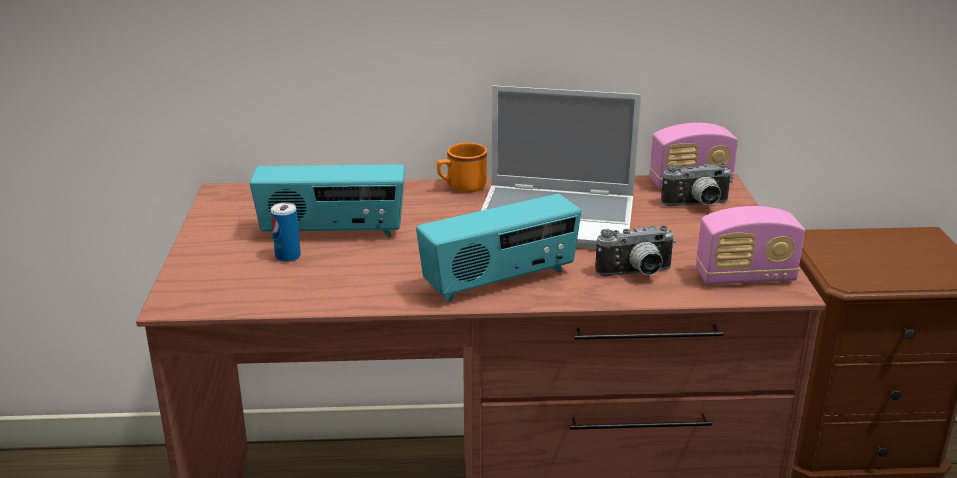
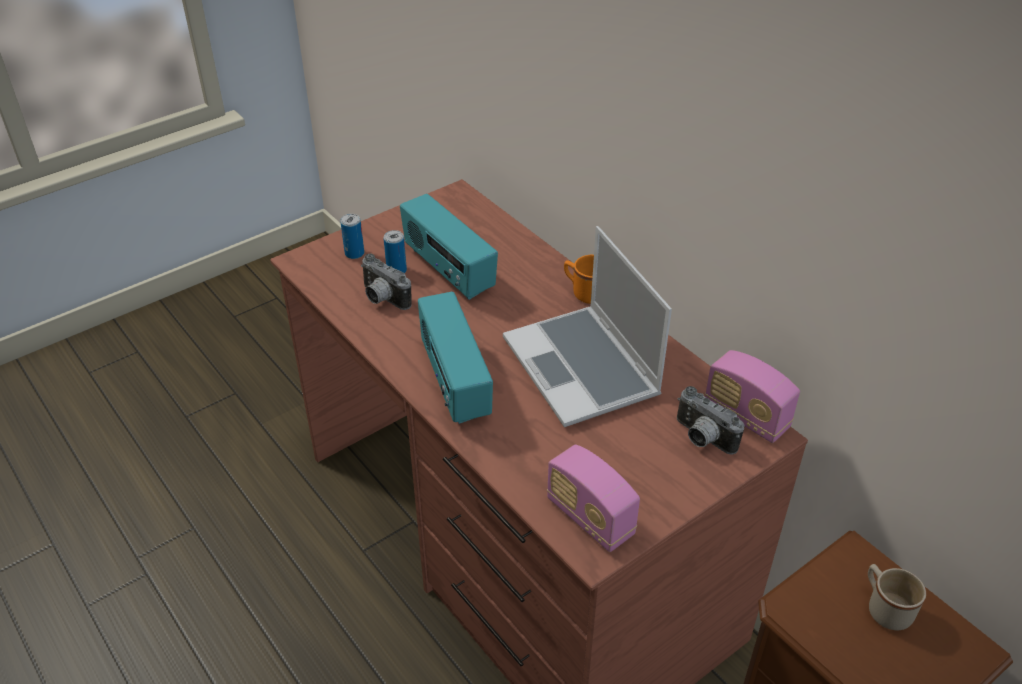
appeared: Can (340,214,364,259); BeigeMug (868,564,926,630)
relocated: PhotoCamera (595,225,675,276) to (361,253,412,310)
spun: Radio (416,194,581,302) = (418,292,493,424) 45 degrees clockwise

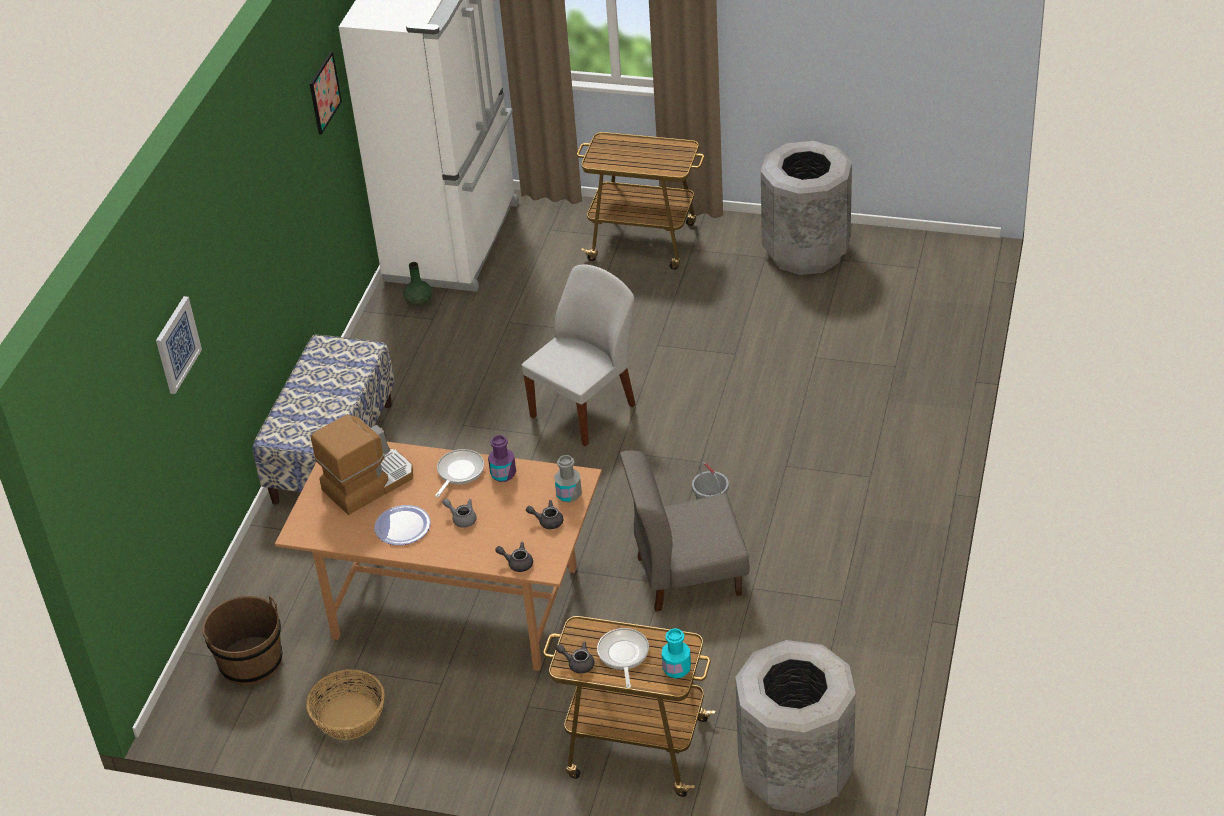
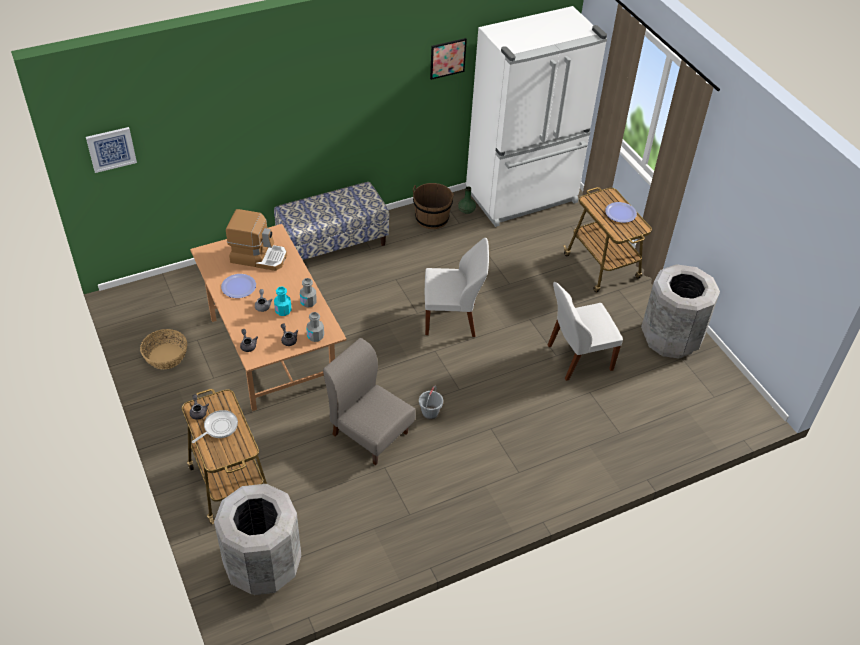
missing: FryingPan (435,449,484,497)
appeared: Plate (605,202,637,223); WhiteChair (548,282,623,381)
relocated: Picture (156,296,202,394) to (86,127,137,173); BrownBucket (201,595,282,686) to (413,183,454,229); TurquoiseBottle (661,628,691,679) to (274,287,292,316)
colour: PurpleBottle (488,435,516,482) to GreyBottle (300,278,317,308)

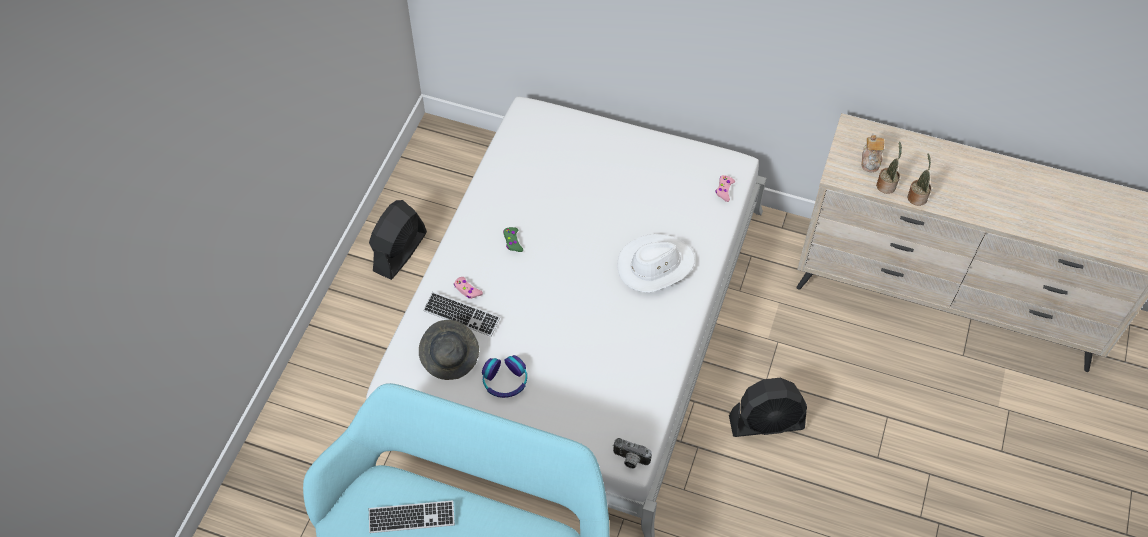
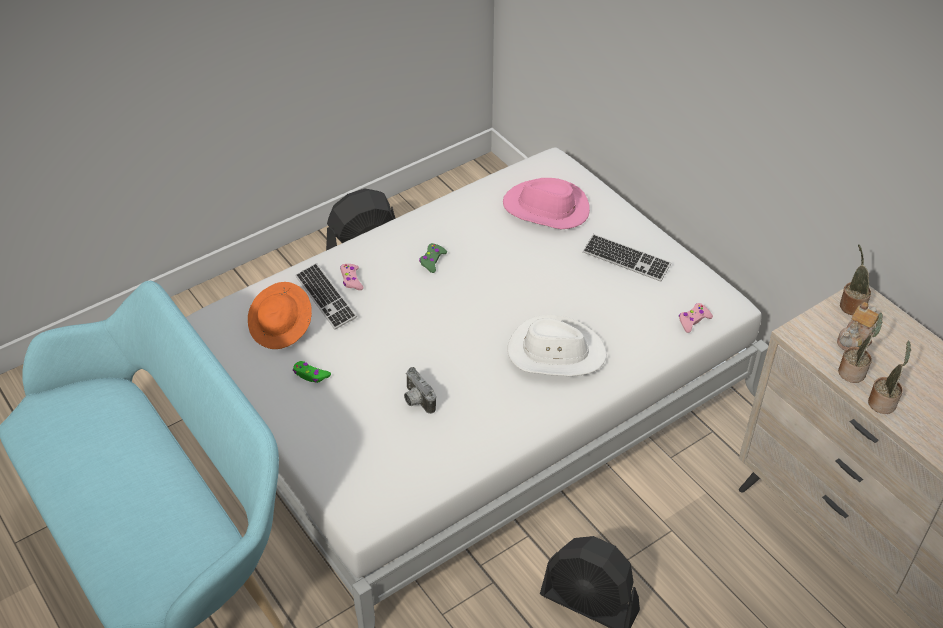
appeared: PinkHat (503,178,590,229); PottedPlant (840,244,871,315)
relocated: PhotoCamera (613,438,652,469) to (404,367,436,414); Keyboard (369,500,455,533) to (583,234,671,282)
exchanged: Headphones (482,355,527,398) to GreenGameController (293,361,331,383)
colour: GreyHat (419,320,479,380) to OrangeHat (248,282,312,349)

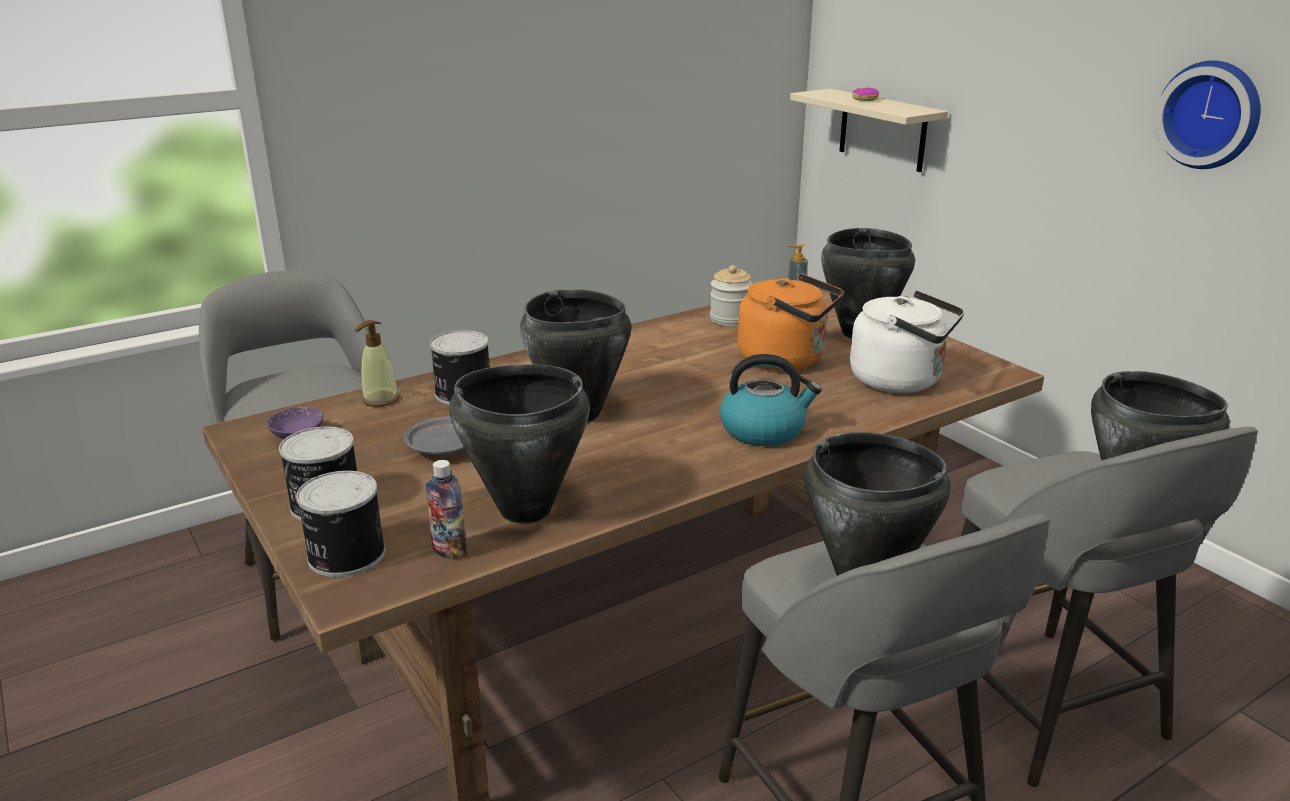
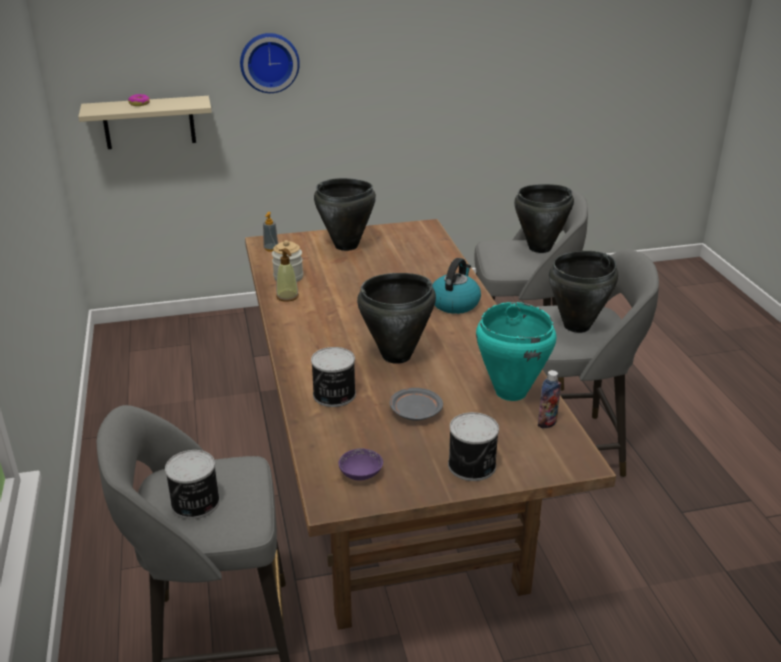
missing: OrangeKettle (738,273,844,371); WhiteKettle (850,290,964,393)
relocated: WallClock (1155,60,1261,169) to (240,33,300,93); SoapDispenser (355,320,399,407) to (276,248,299,302); Can (296,471,385,577) to (165,450,220,519)
colour: BlackCookingPot (449,364,590,523) to TurquoiseCookingPot (476,302,556,401)

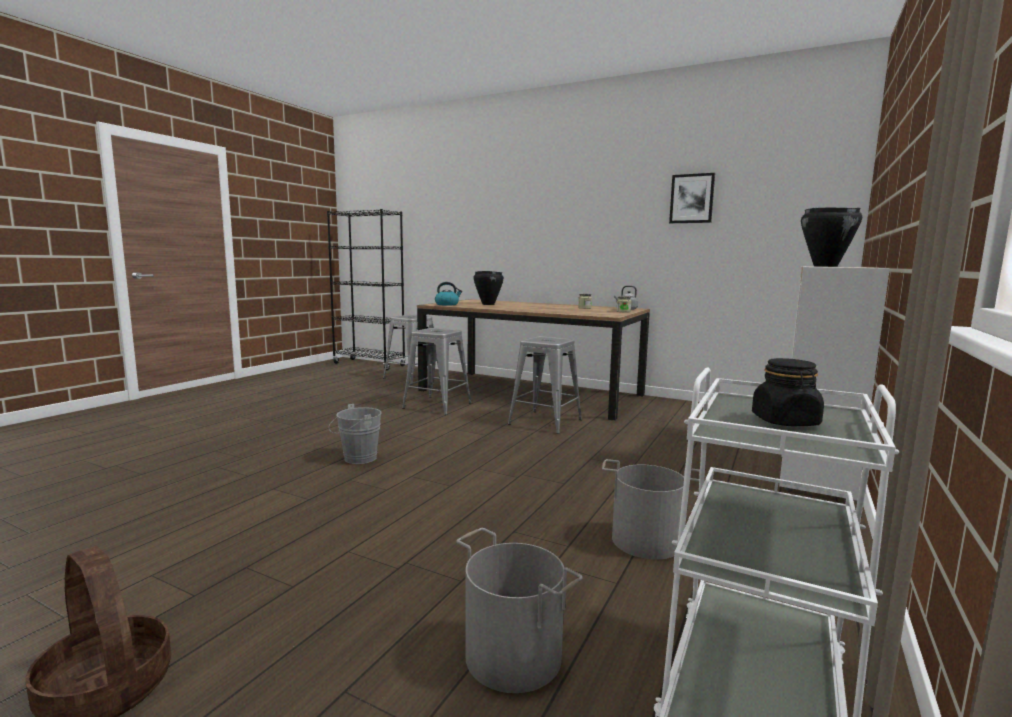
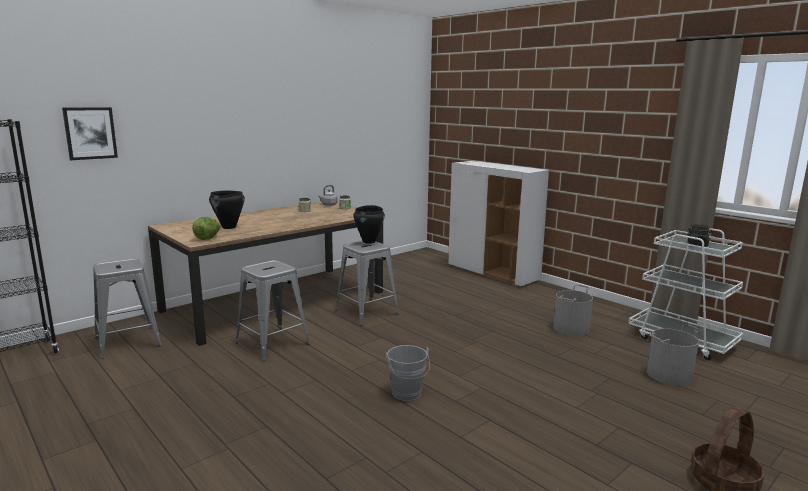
relocated: Picture (669,173,715,223) to (62,107,118,160); BlackCookingPot (801,208,862,267) to (353,205,385,244)
exchanged: Kettle (435,282,462,306) to Lettuce (192,217,220,240)

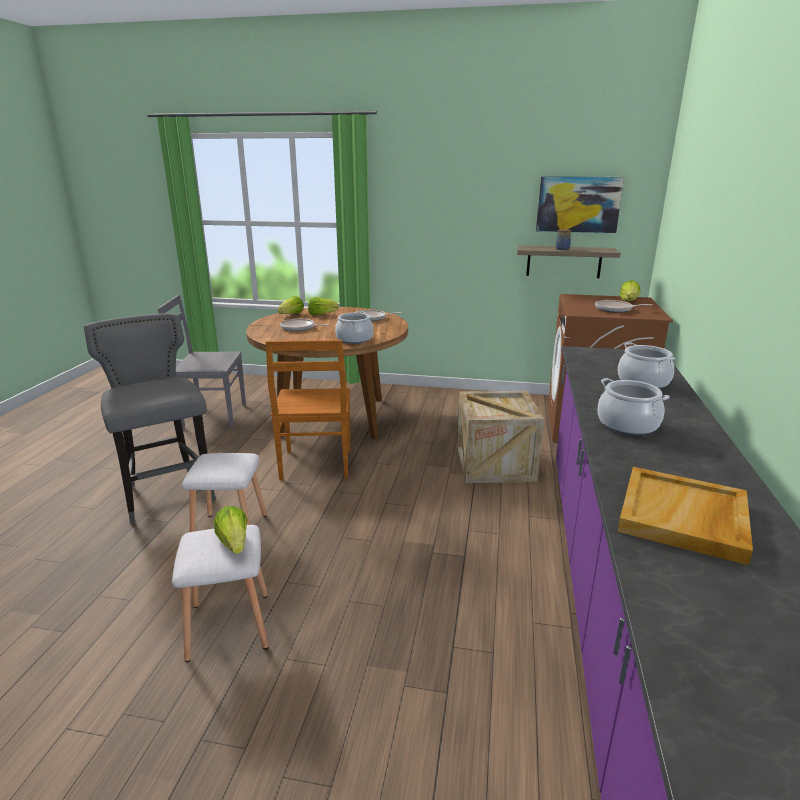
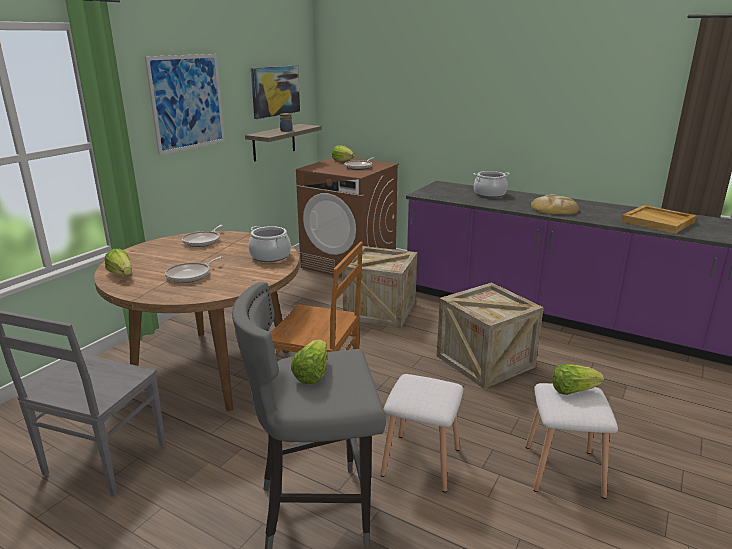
appeared: Picture (145,54,225,155); Crate (437,283,544,389)
relocated: Lettuce (308,297,339,315) to (291,339,327,384)
exchanged: CookingPot (597,378,670,435) to Bread (531,194,579,215)

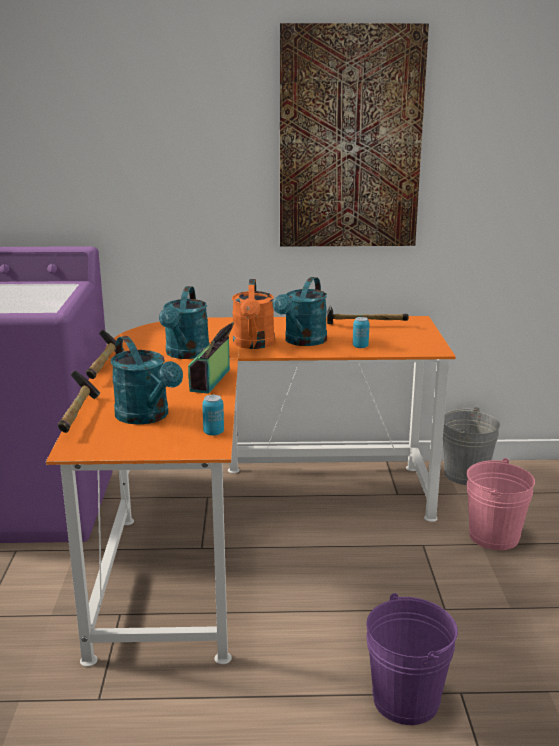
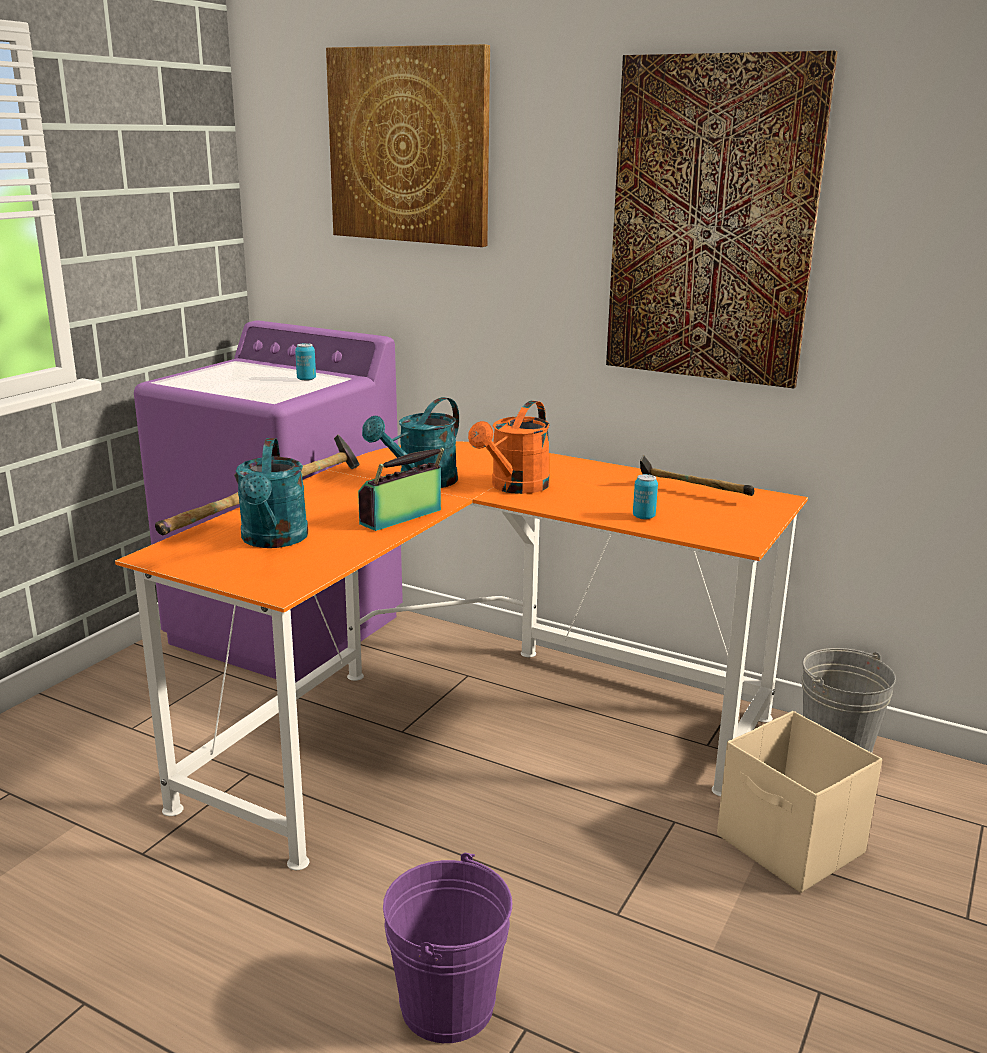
missing: TurquoiseWateringCan (273,277,327,346)
appeared: Picture (326,44,490,247)
relocated: Can (202,395,224,436) to (295,343,316,381)
exchanged: PinkBucket (466,458,535,550) to BeigeStorageBox (717,711,882,893)

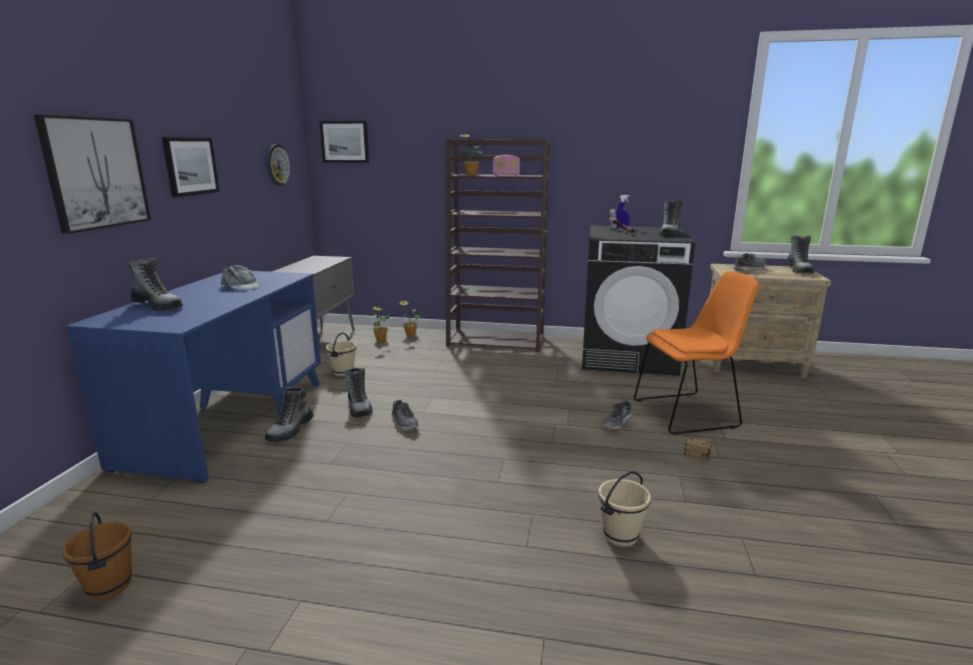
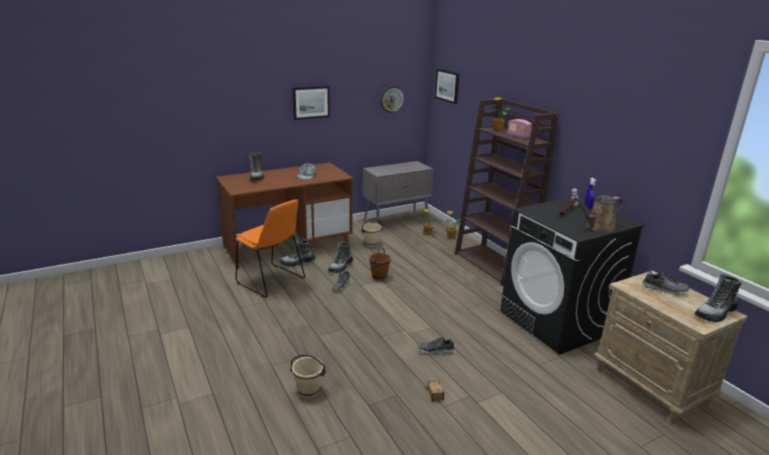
missing: Picture (34,115,151,234)
relocated: OrangeChair (634,272,759,435) to (236,199,305,297); BrownBucket (62,512,132,600) to (369,248,391,280)
exchanged: Boot (659,199,683,236) to BrownWateringCan (574,195,623,232)
colour: BlueDesk (65,271,321,483) to BrownDesk (216,163,354,268)

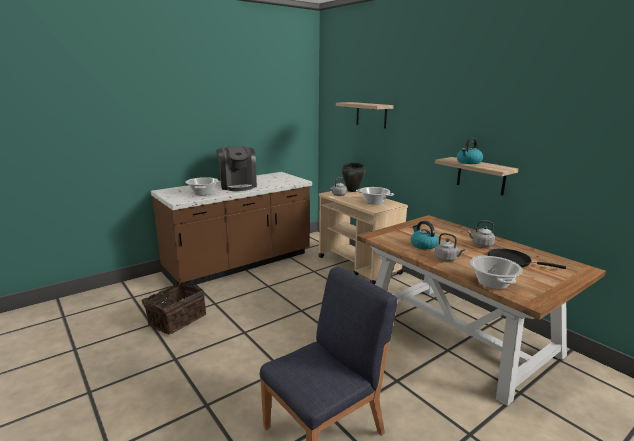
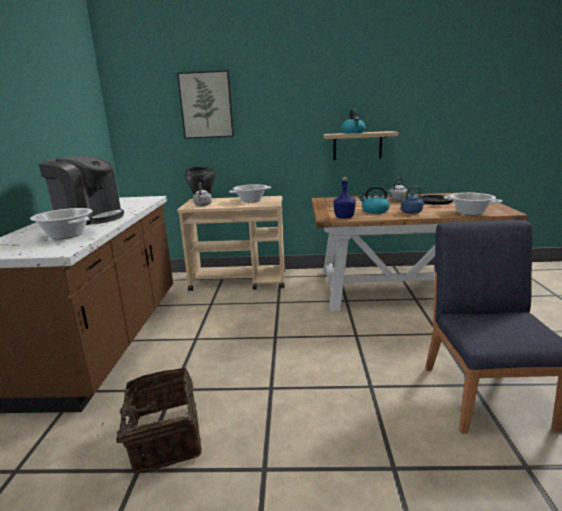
appeared: BlueBottle (334,177,356,219)
exchanged: Shelf (336,102,394,129) to Picture (177,70,234,139)
colour: GreyKettle (435,233,465,261) to BlueKettle (401,186,428,214)

